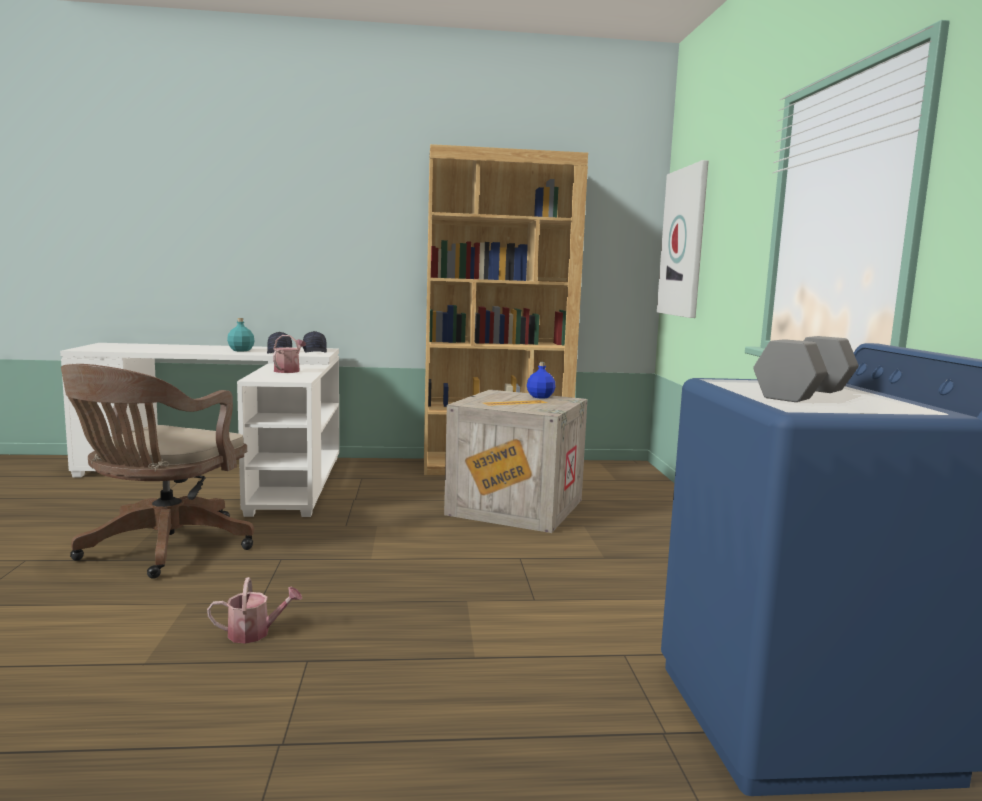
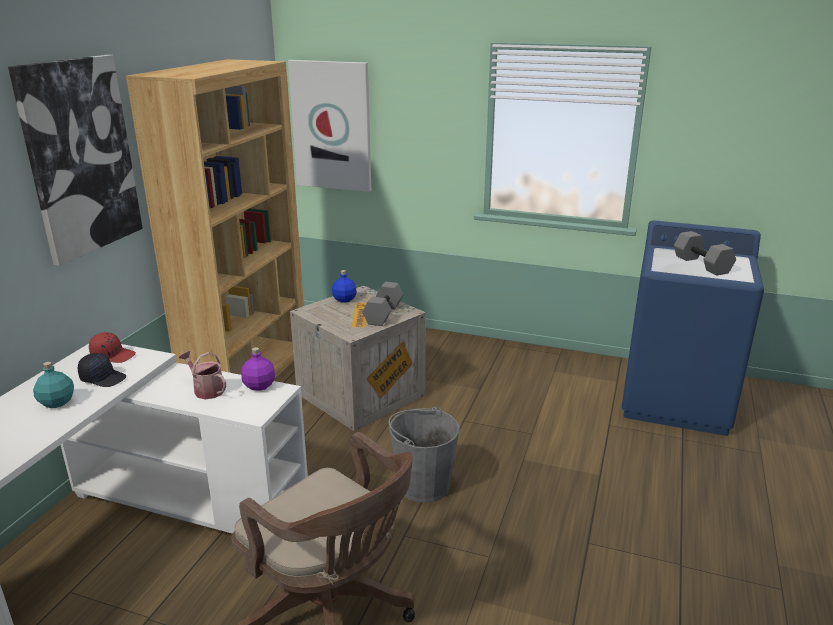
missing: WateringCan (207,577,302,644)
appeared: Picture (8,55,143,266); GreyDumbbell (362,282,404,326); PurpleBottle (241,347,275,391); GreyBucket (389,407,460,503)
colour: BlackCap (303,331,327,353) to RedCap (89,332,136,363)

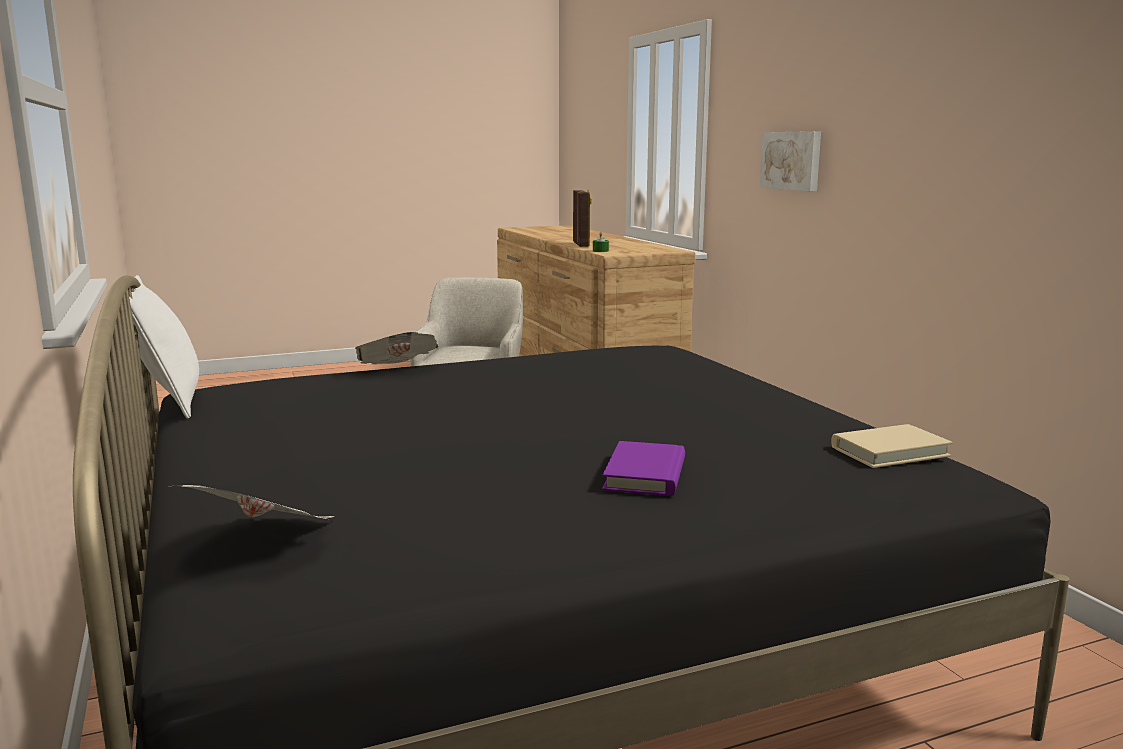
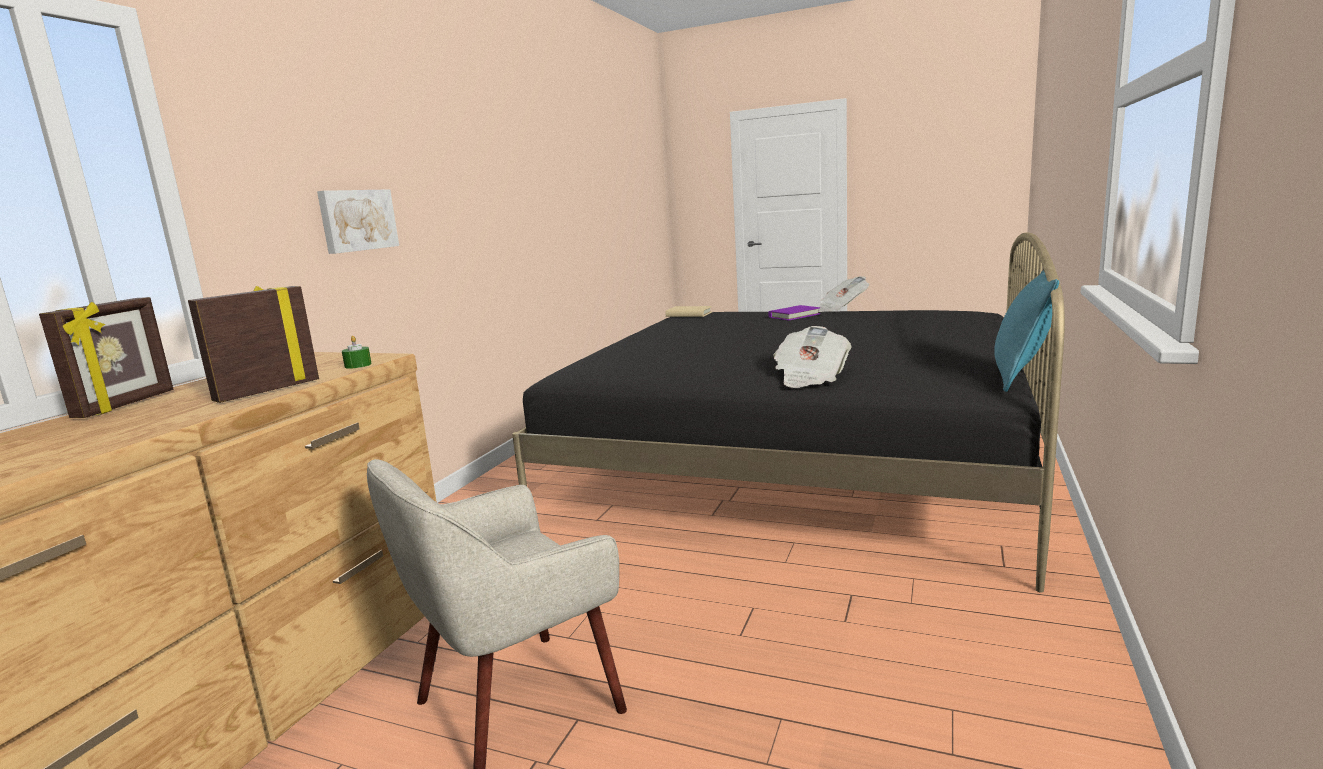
appeared: PictureFrame (39,297,173,418)
relocated: Newspaper (178,485,334,519) to (818,276,869,312)
colour: WhitePillow (129,275,199,419) to TurquoisePillow (994,270,1059,392)

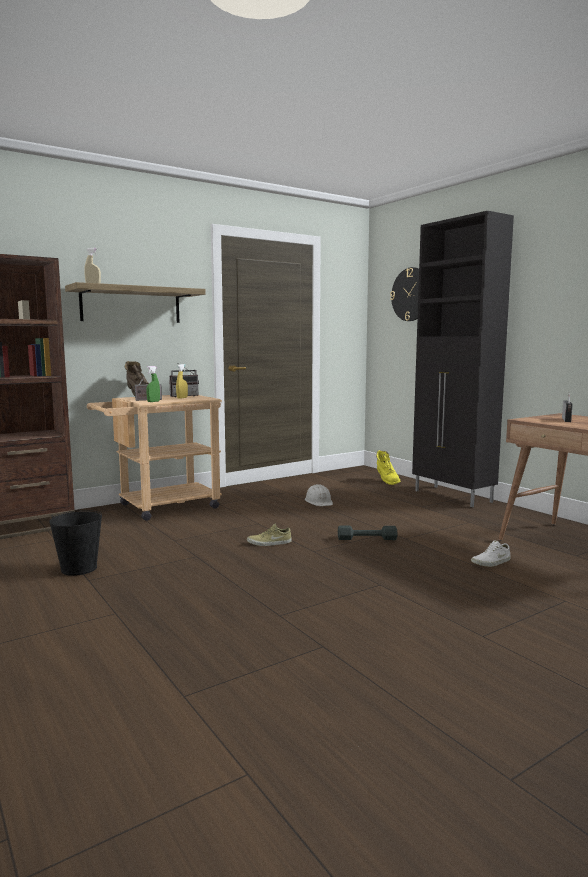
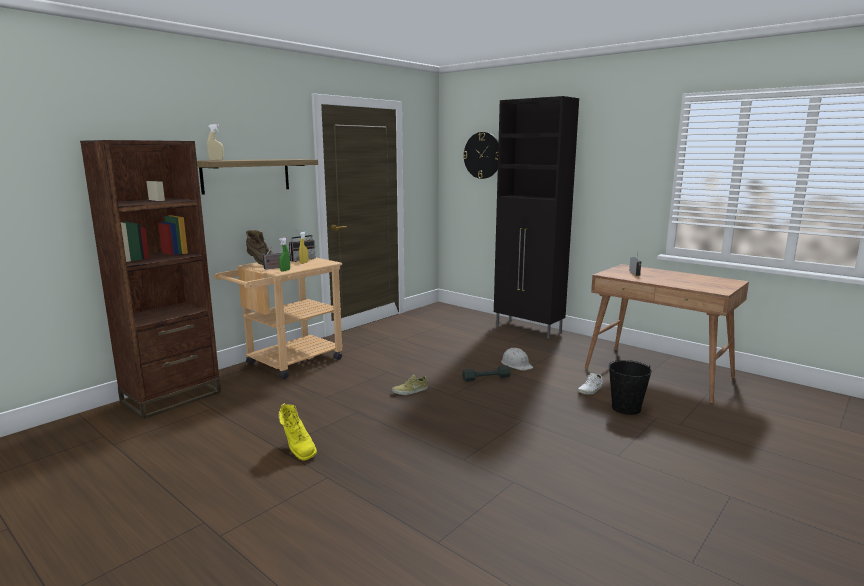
relocated: YellowBoot (376,450,400,485) to (278,403,317,461); WhiteHardHat (305,484,333,506) to (501,348,533,371); BlackBucket (49,510,102,576) to (609,360,652,415)

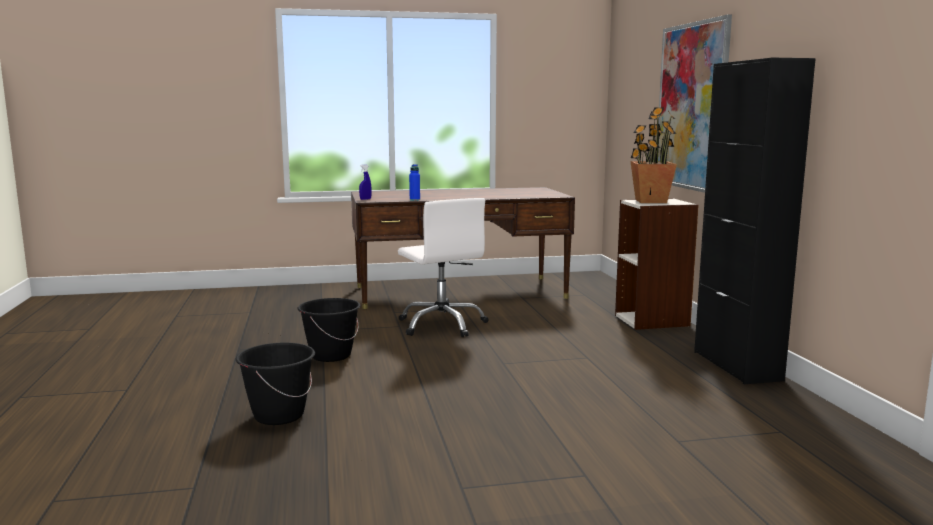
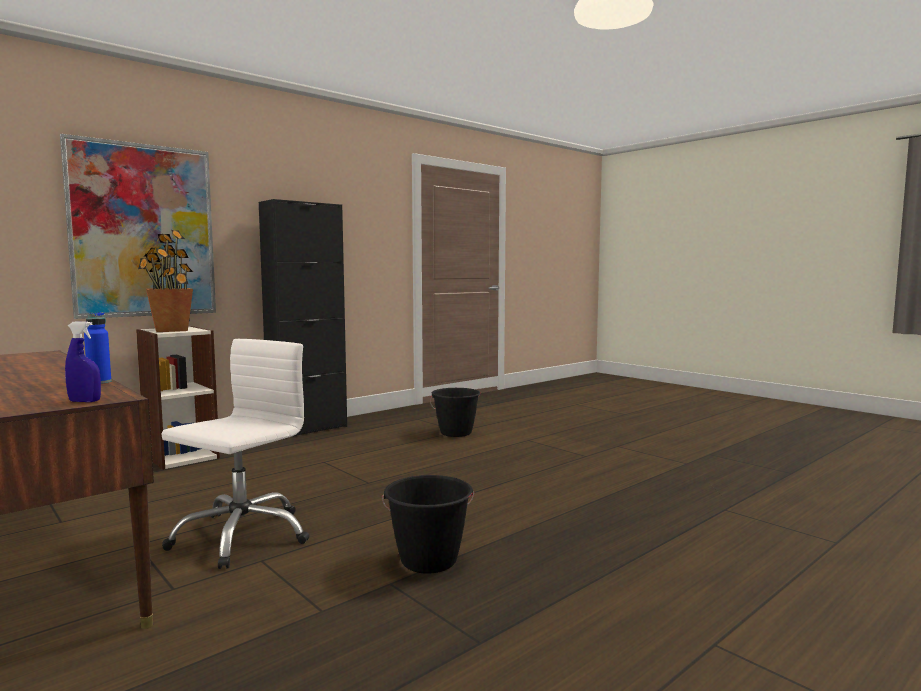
relocated: BlackBucket (236,342,315,425) to (430,388,481,437)

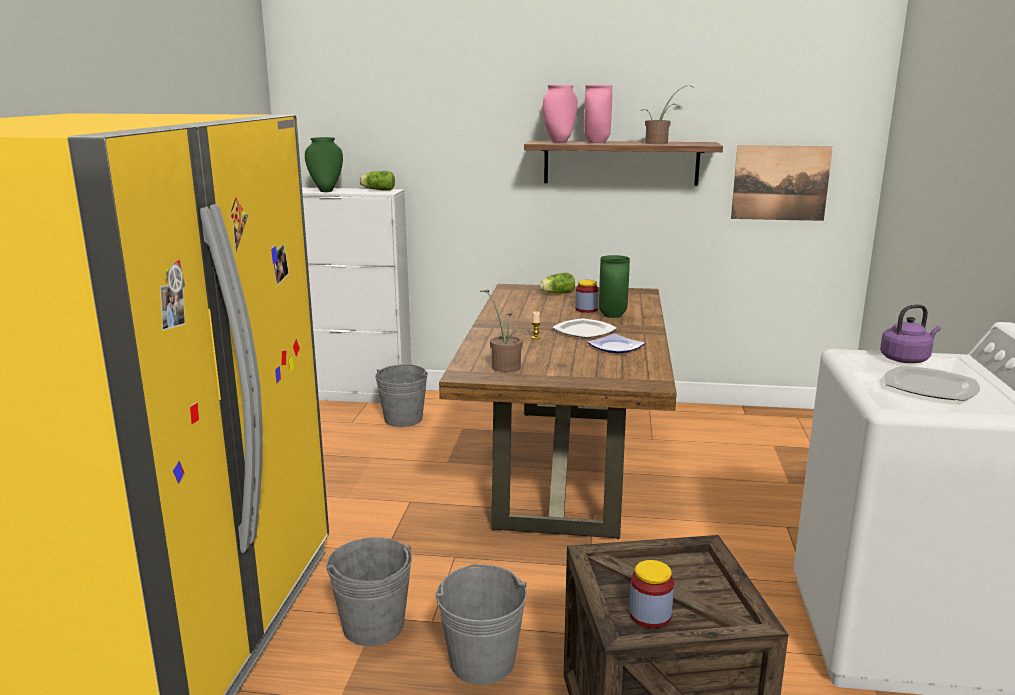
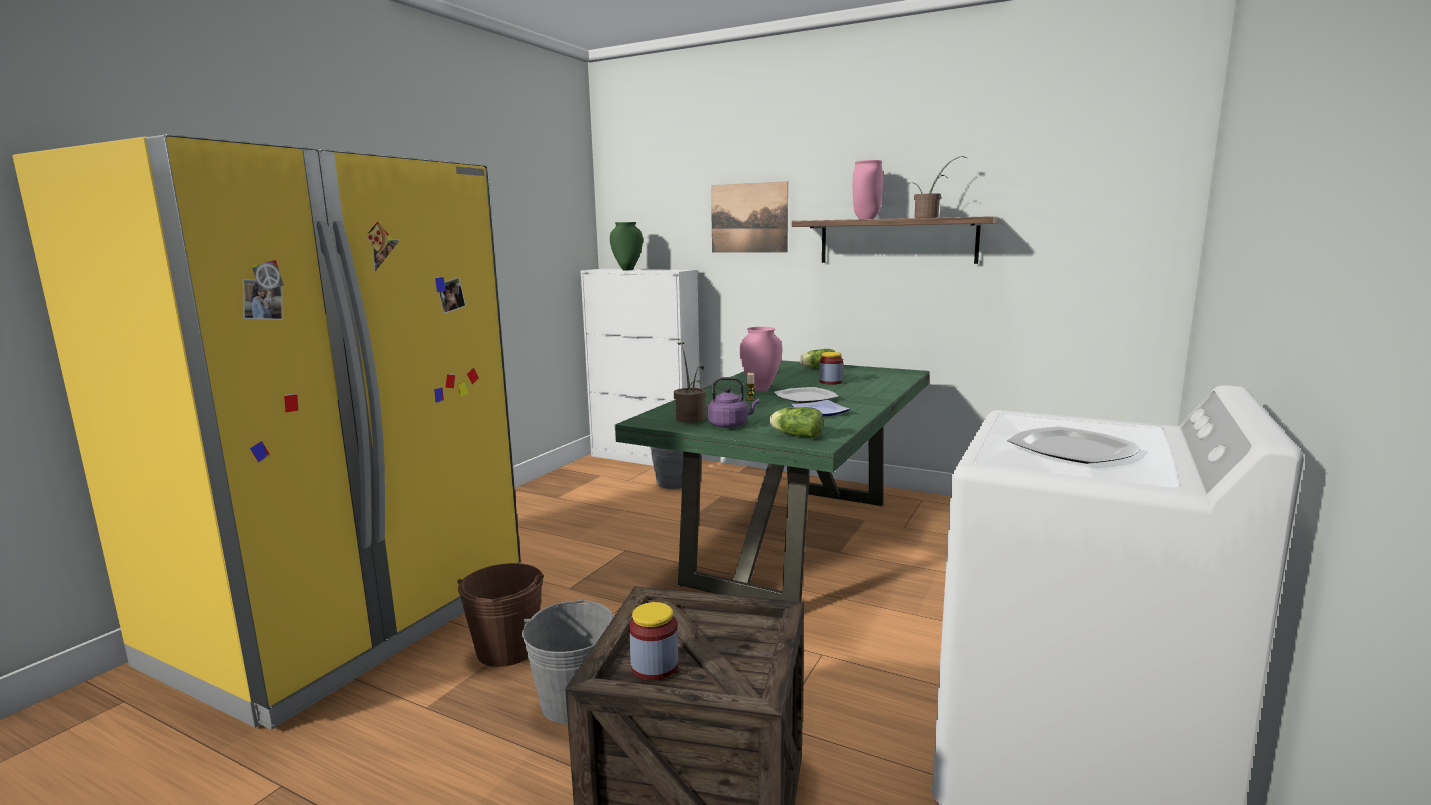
missing: GreenVase (599,255,630,318)
relocated: PinkVase (543,85,578,143) to (740,327,782,391); Picture (731,145,833,221) to (711,181,788,253); Lettuce (360,171,395,191) to (770,407,824,438); PurpleKettle (880,304,941,363) to (708,377,760,428)
colour: BrownDiningTable (439,284,677,539) to GreenDiningTable (615,360,929,602); GreyBucket (326,537,412,646) to BrownBucket (458,563,544,667)

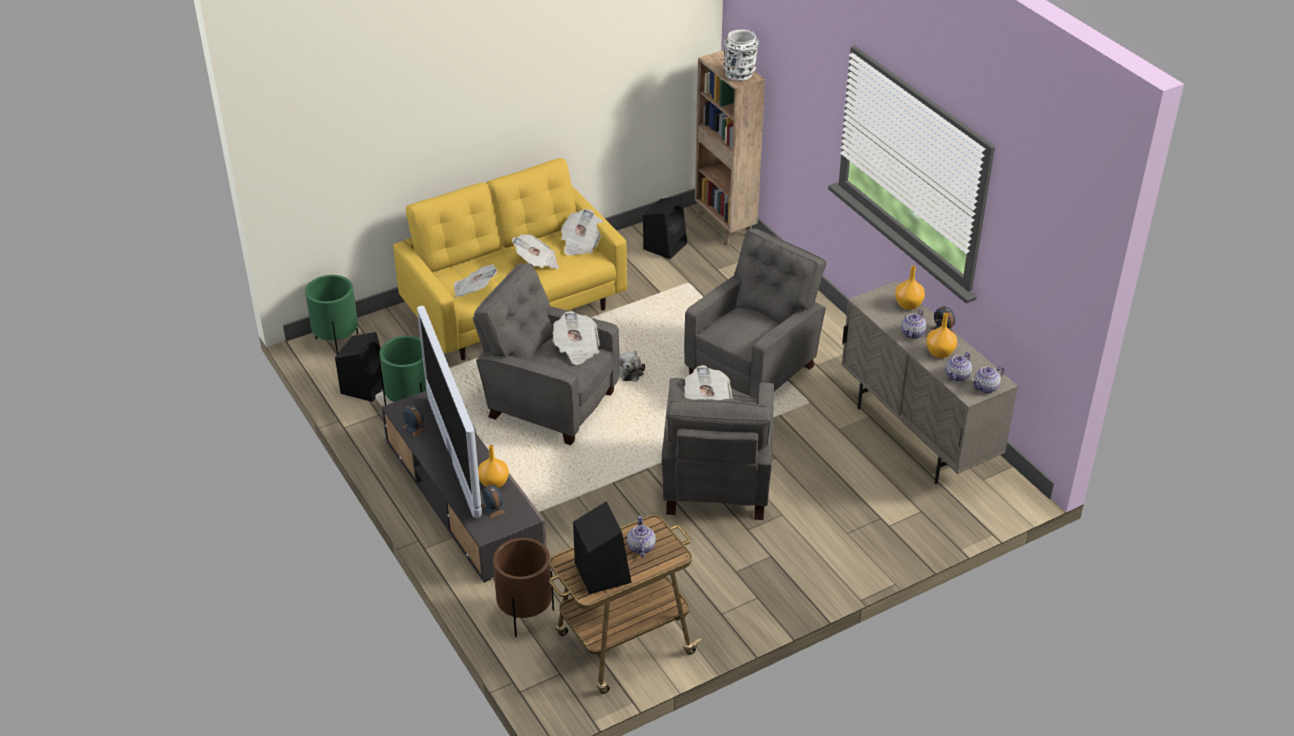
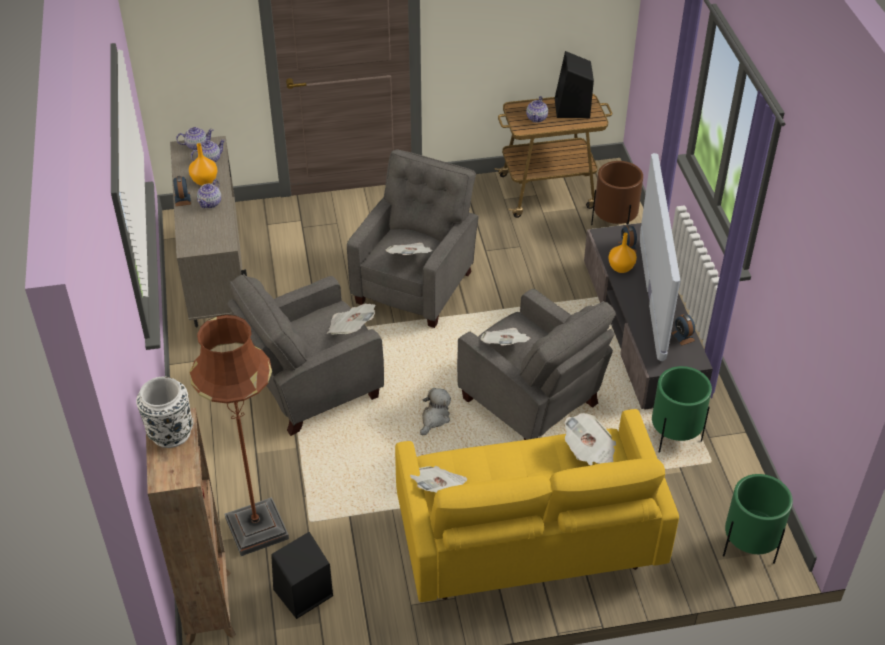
missing: OrangeVase (895,265,925,310); BlackSpeaker (335,332,383,402)
appeared: BrownFloorLamp (190,315,289,556)
relocated: Newspaper (512,234,559,269) to (327,304,375,334)
spun: Teapot (901,310,926,339) = (197,179,221,208) 150 degrees clockwise

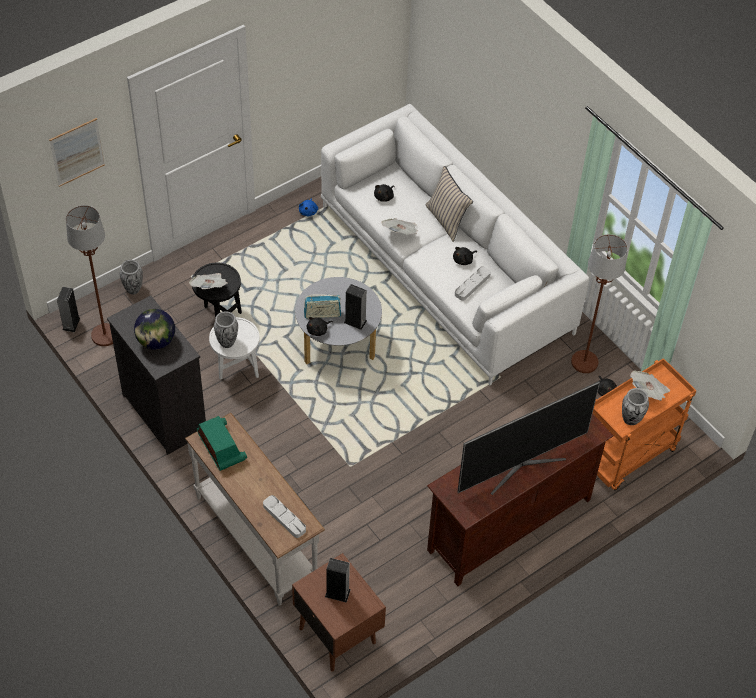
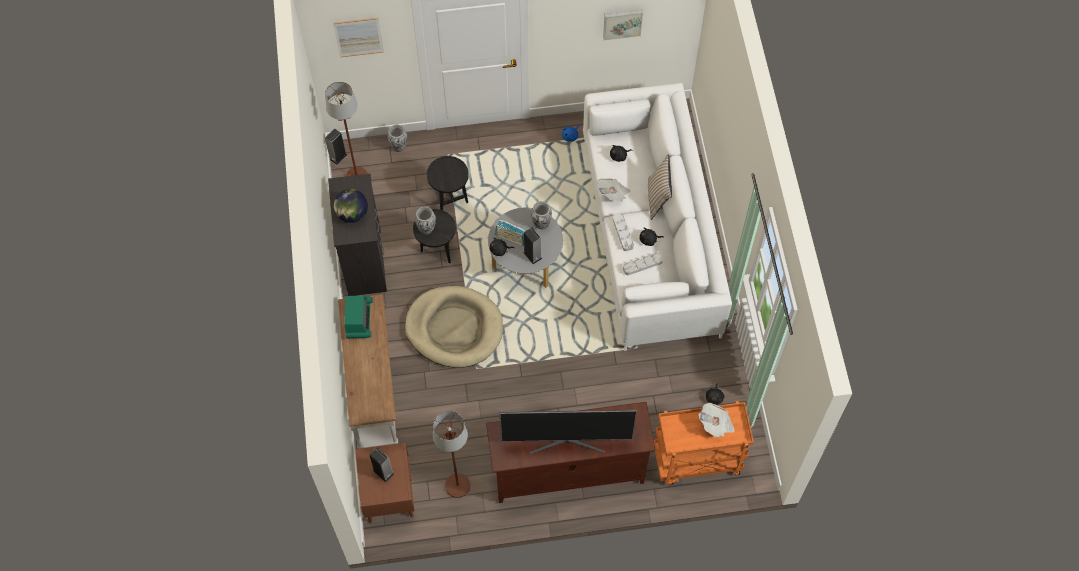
missing: Newspaper (189,273,228,289)
appeared: Picture (603,9,643,40); BeigeDogBed (405,286,503,368)
relocated: BrownFloorLamp (571,234,628,373) to (433,411,470,498); Vase (622,388,649,425) to (531,201,552,229); GreyTray (263,495,306,538) to (613,214,634,251)
colour: WhiteSideTable (209,317,260,380) to BlackSideTable (413,209,456,263)

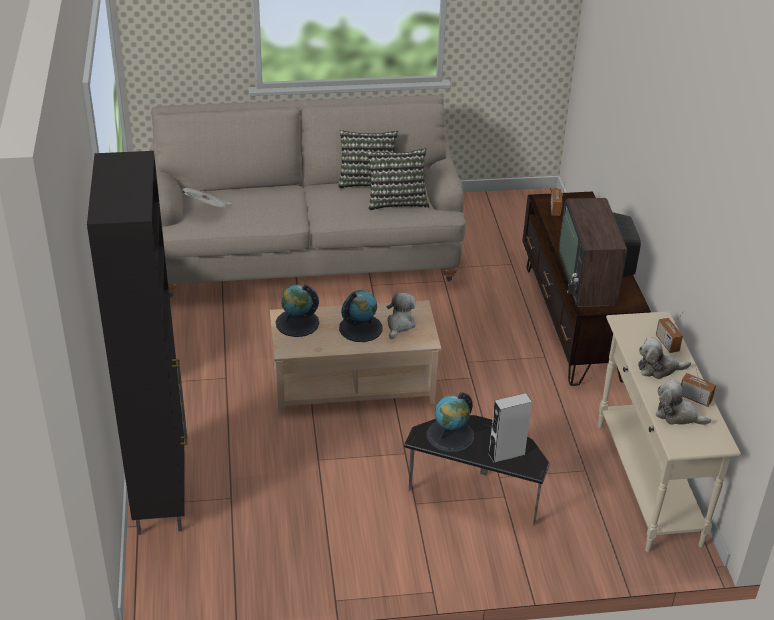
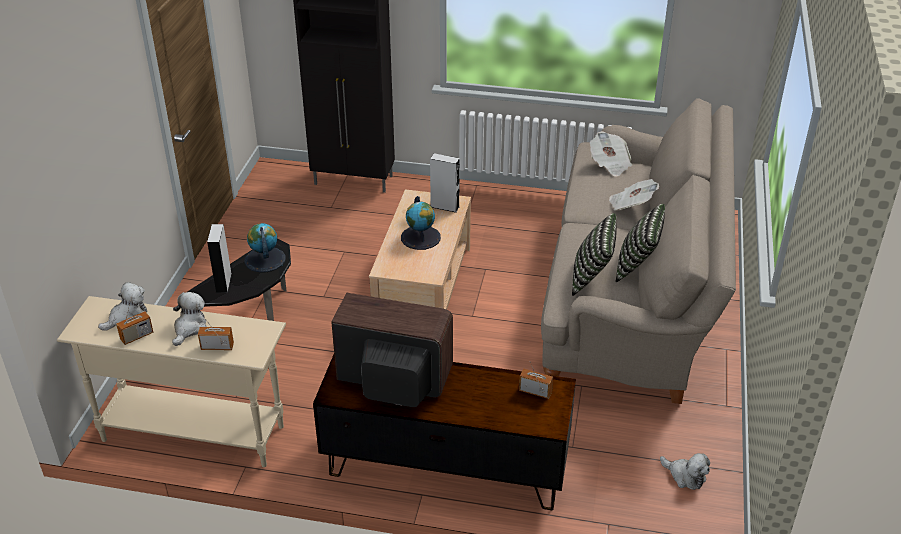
appeared: Newspaper (609,179,659,211)
relocated: PlushToy (386,292,416,339) to (660,453,710,490)
exchanged: Globe (276,284,319,337) to GreySpeaker (430,153,460,213)

